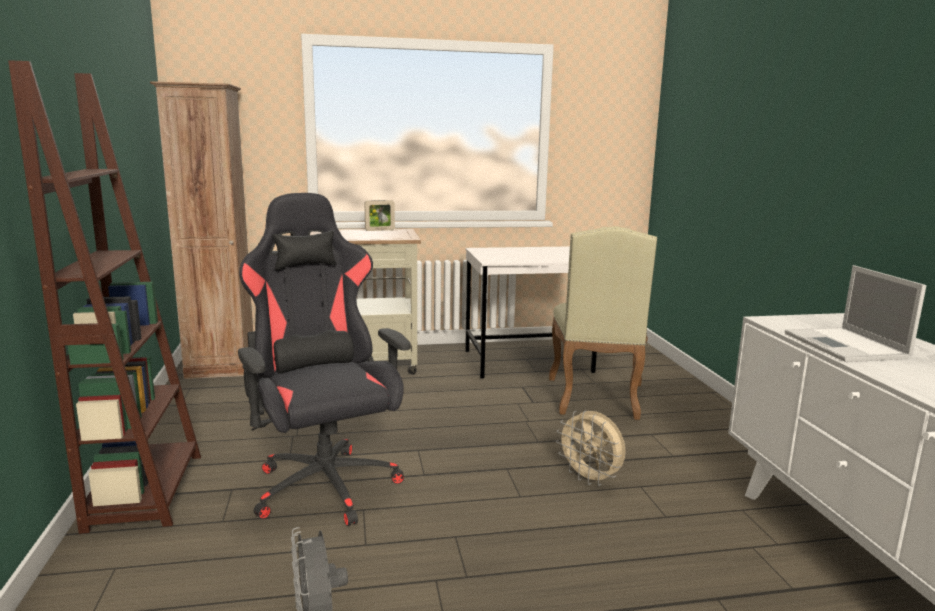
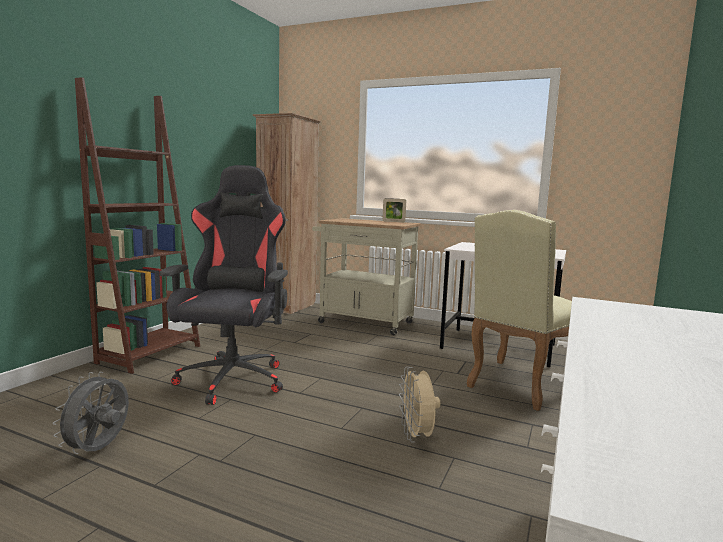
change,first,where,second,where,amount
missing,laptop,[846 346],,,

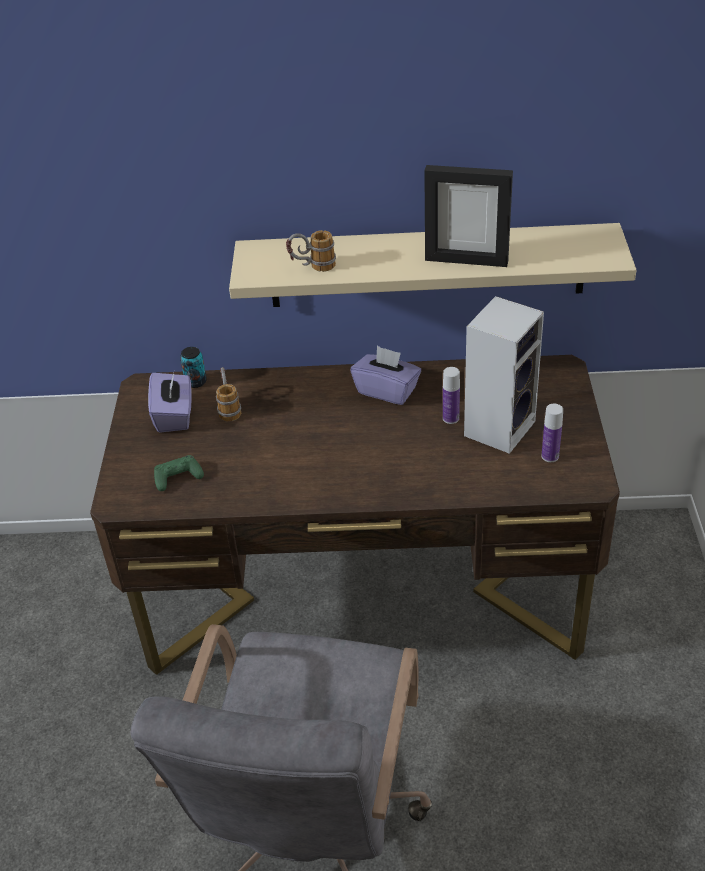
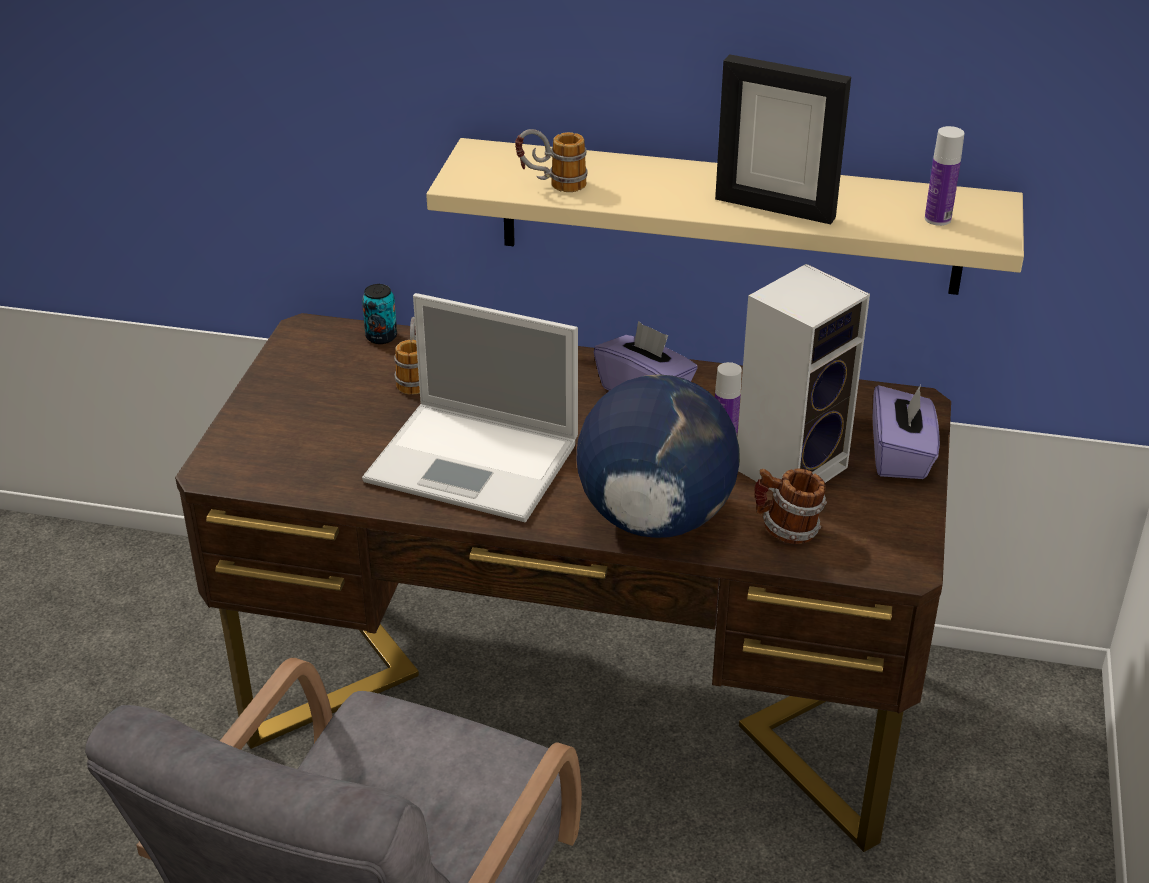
change,first,where,second,where,amount
relocated,purple-coloured_tissue_box,[174 415],,[900 456],
missing,greenish_joypad,[178 477],,,
relocated,beverage_bottle,[550 456],,[937 219],
appeared,,,laptop,[476 462],
appeared,,,globe,[654 518],
appeared,,,mug,[787 530],

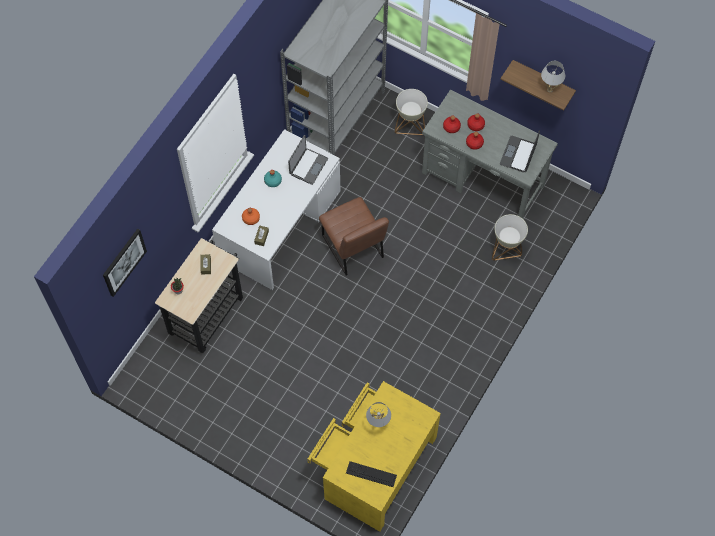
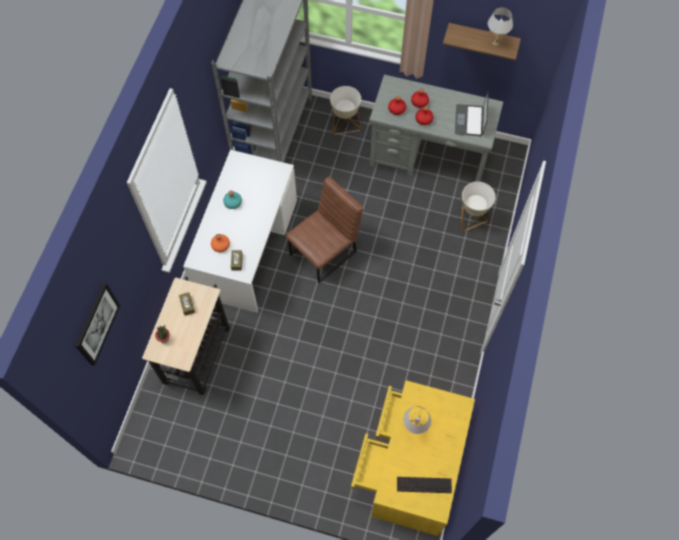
change,first,where,second,where,amount
missing,laptop,[308 166],,,
spun,brown_upright_chair,[353 247],,[325 252],90 degrees counterclockwise

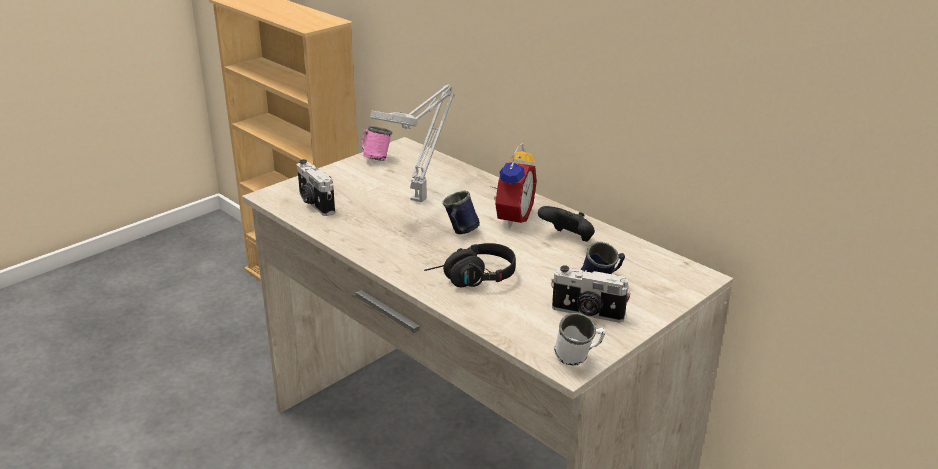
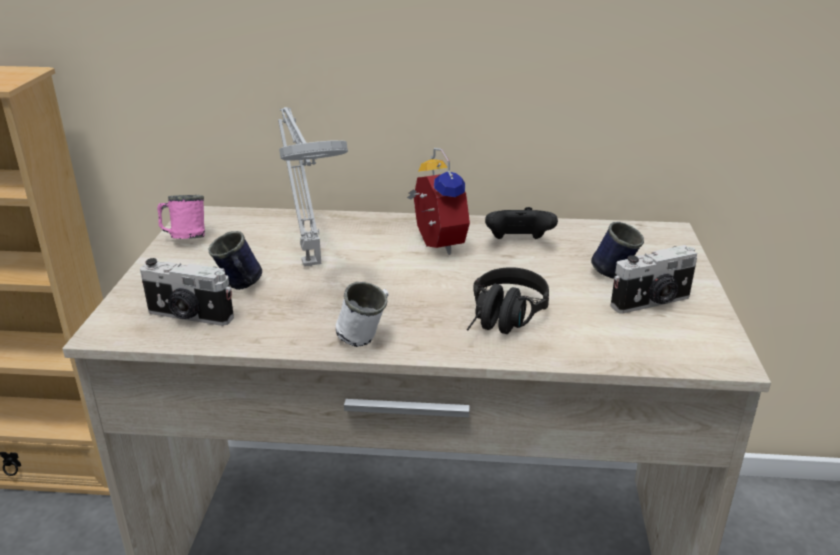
change,first,where,second,where,amount
relocated,blue_mug,[460 233],,[240 287],
relocated,whitish_mug,[578 360],,[366 337],

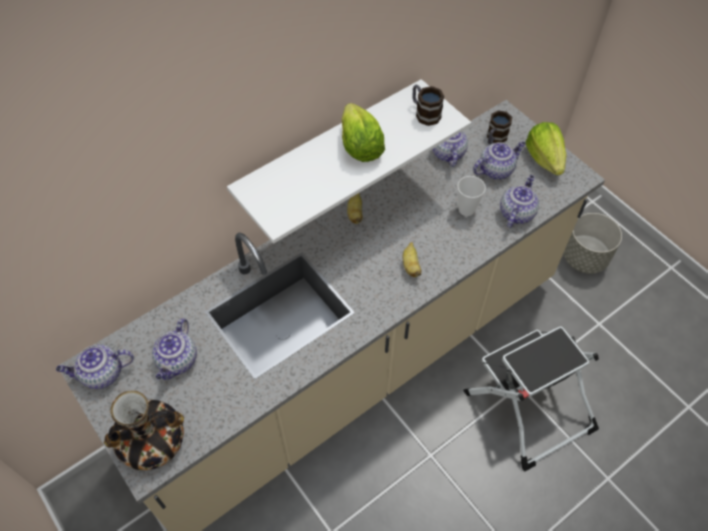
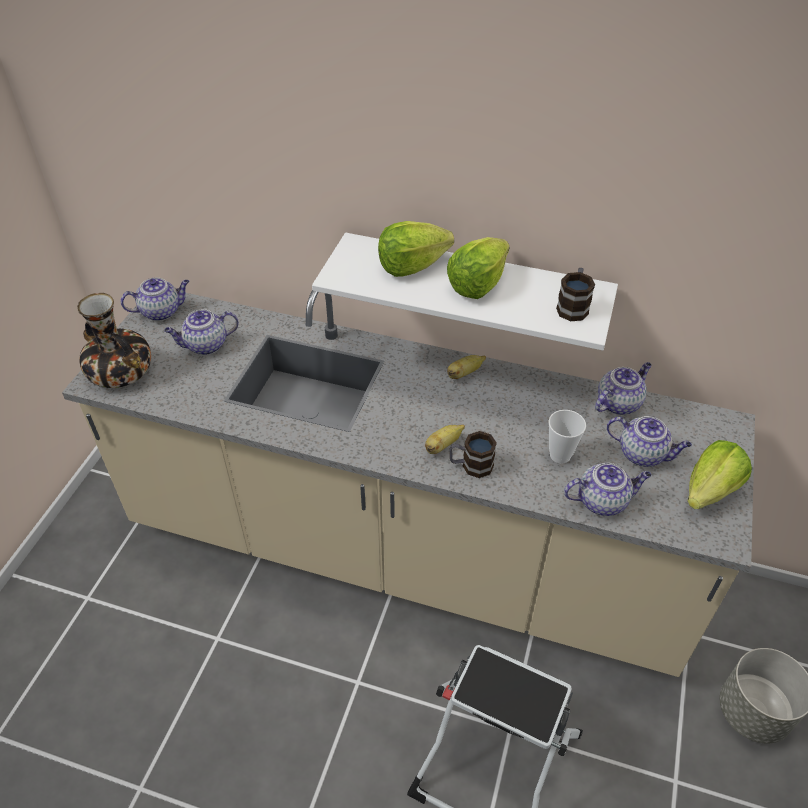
change,first,where,second,where,amount
spun,teapot,[101 374],,[161 311],120 degrees clockwise
relocated,mug,[494 138],,[471 465],
appeared,,,lettuce_head,[411 266],

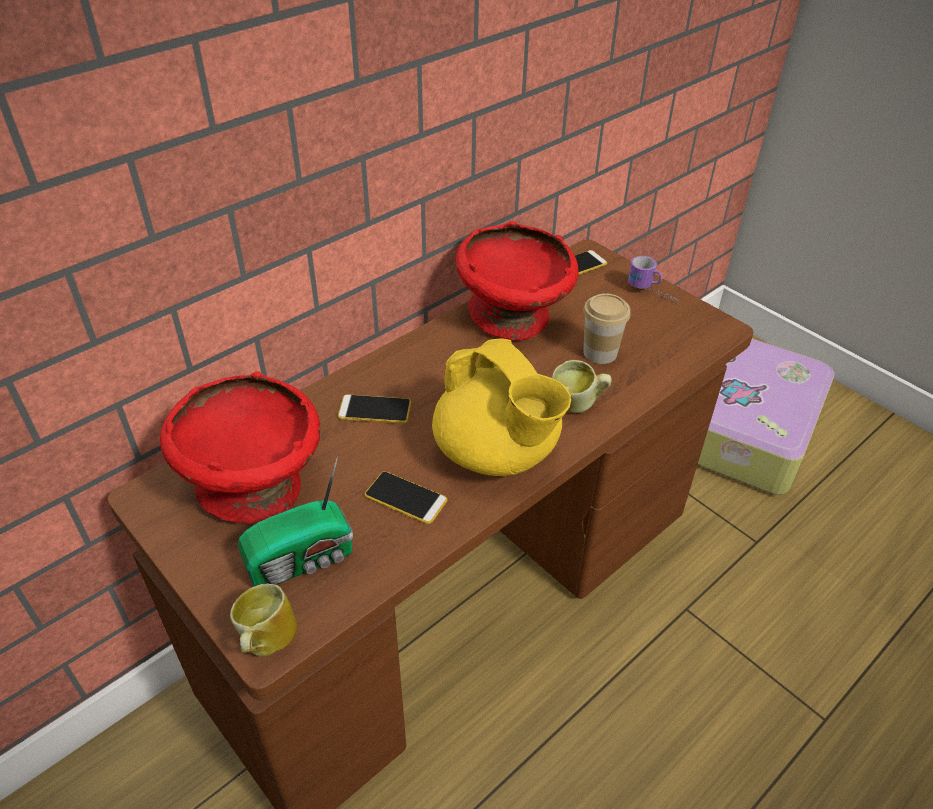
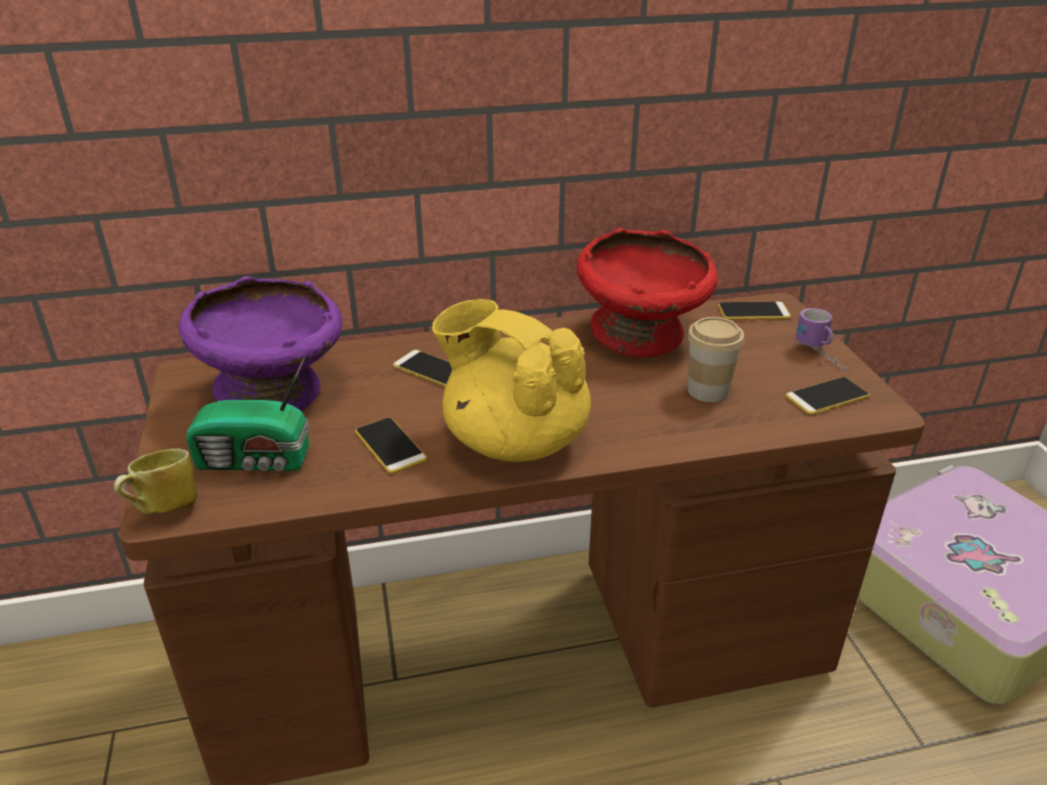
change,first,where,second,where,amount
colour,red_bowl,[256 484],purple-coloured_bowl,[276 392],
spun,yellow-coloured_teapot,[497 453],,[514 440],135 degrees clockwise
missing,mug,[577 406],,,
appeared,,,handset,[826 397],

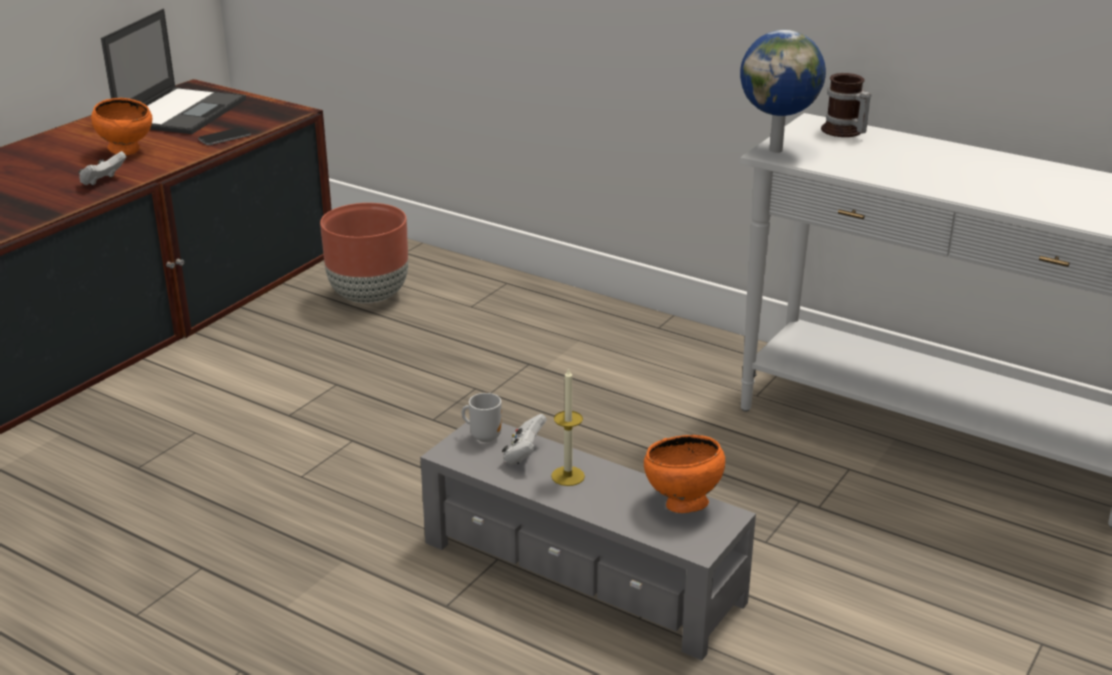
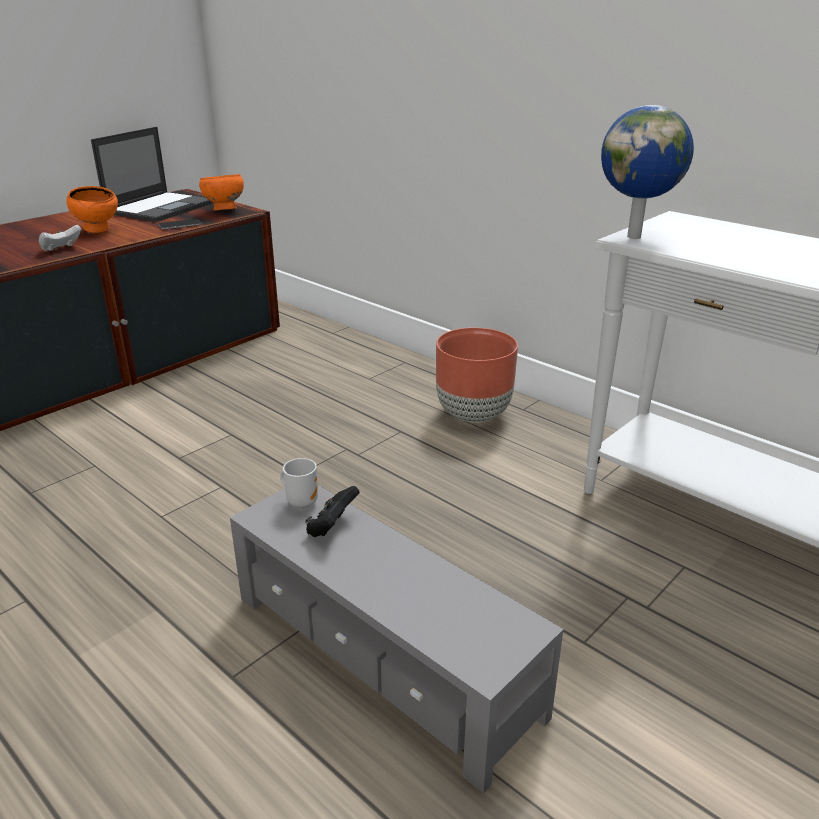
change,first,where,second,where,amount
relocated,brown_plant_pot,[370 296],,[474 415],
colour,whitish_joypad,[524 455],blackish_joypad,[332 527],
missing,candle,[568 476],,,
relocated,orange-coloured_bowl,[681 504],,[224 211],
missing,mug,[843 132],,,

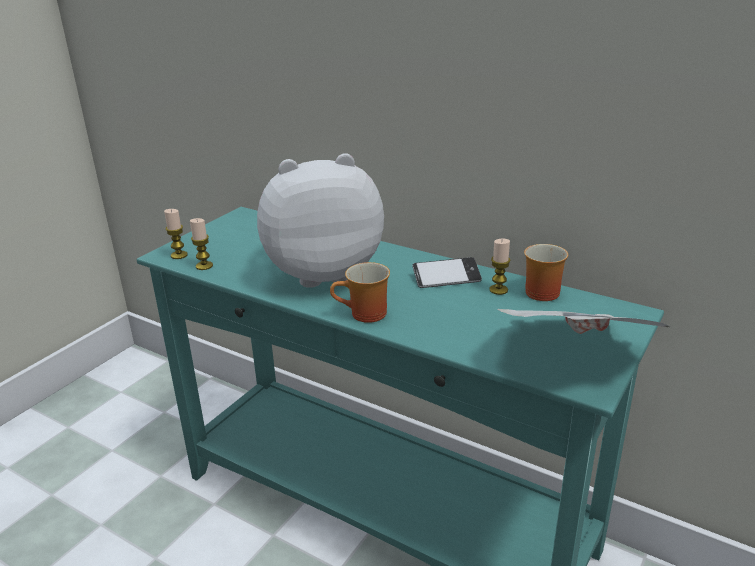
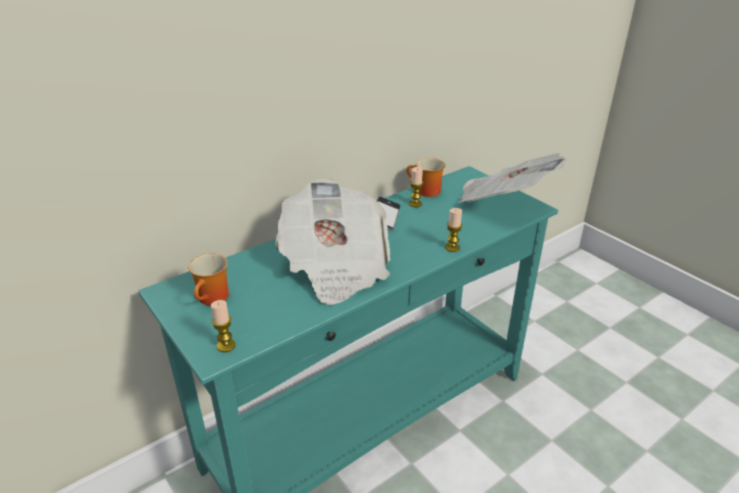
change,first,where,second,where,amount
relocated,candle,[204 266],,[452 247],
exchanged,soft_toy,[322 272],daily_paper,[335 267],
relocated,mug,[365 315],,[214 299],

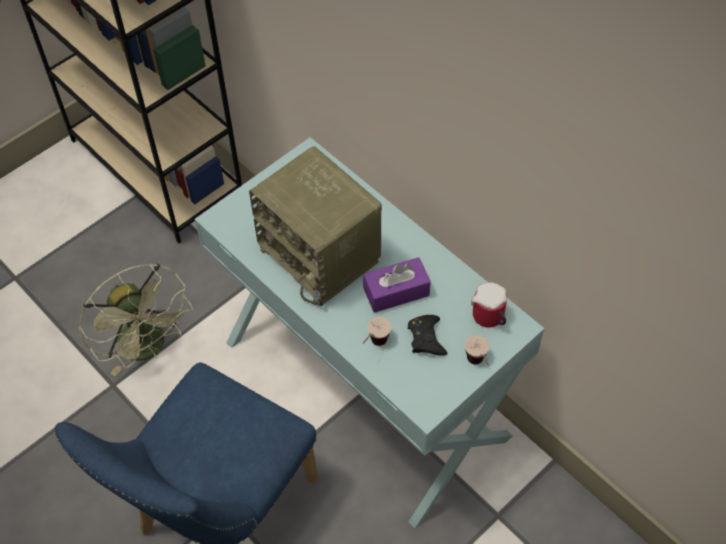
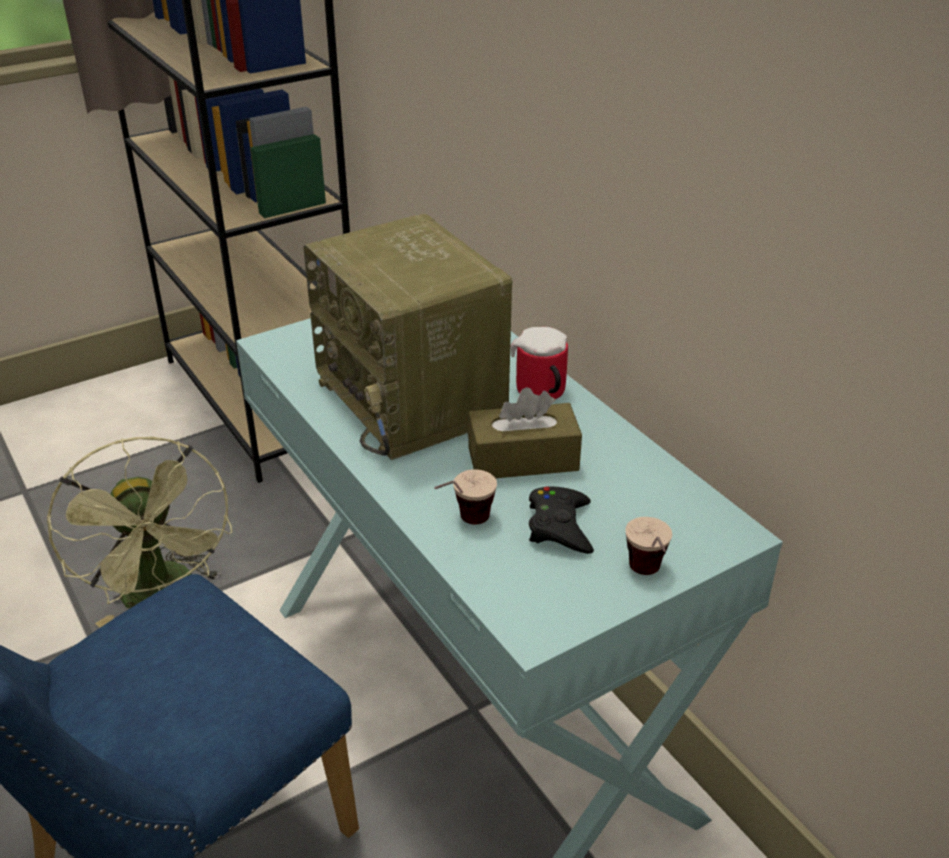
change,first,where,second,where,amount
colour,purple-coloured_tissue_box,[396 292],brown_tissue_box,[523 459],
relocated,mug,[489 319],,[541 394],

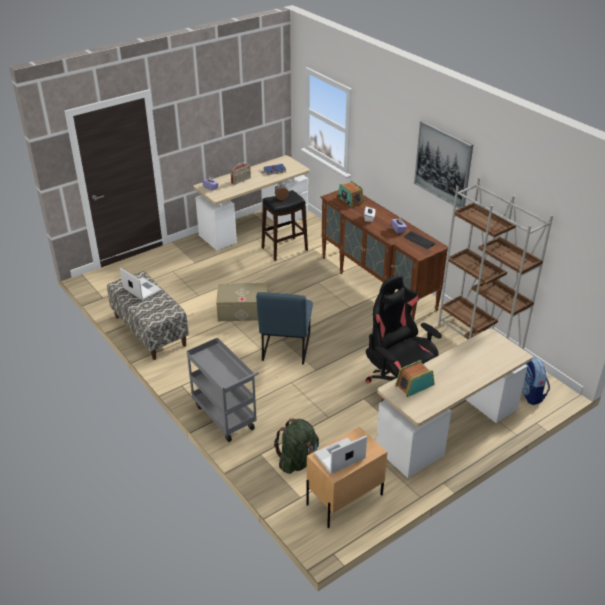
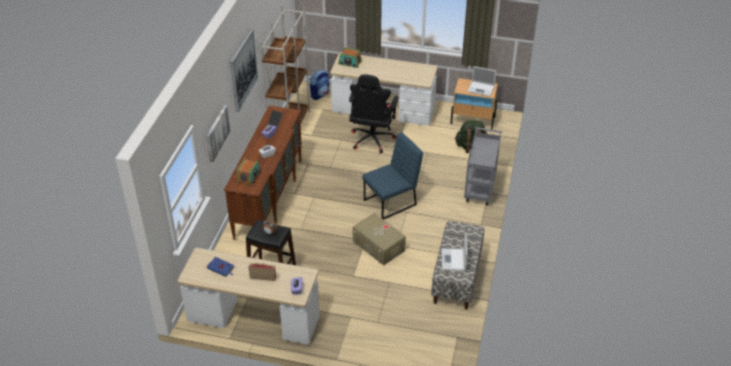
change,first,where,second,where,amount
relocated,radio_set,[414 385],,[350 63],
appeared,,,wall_art,[217 133],

